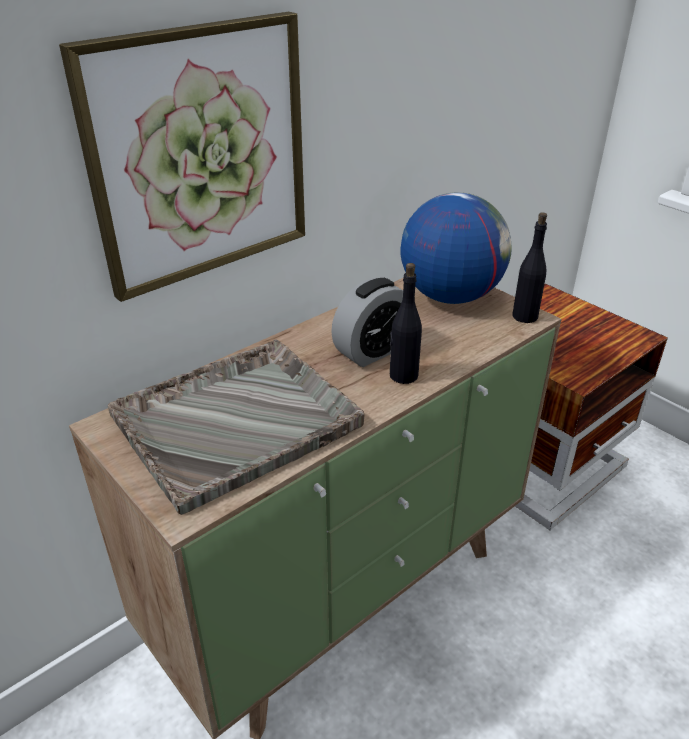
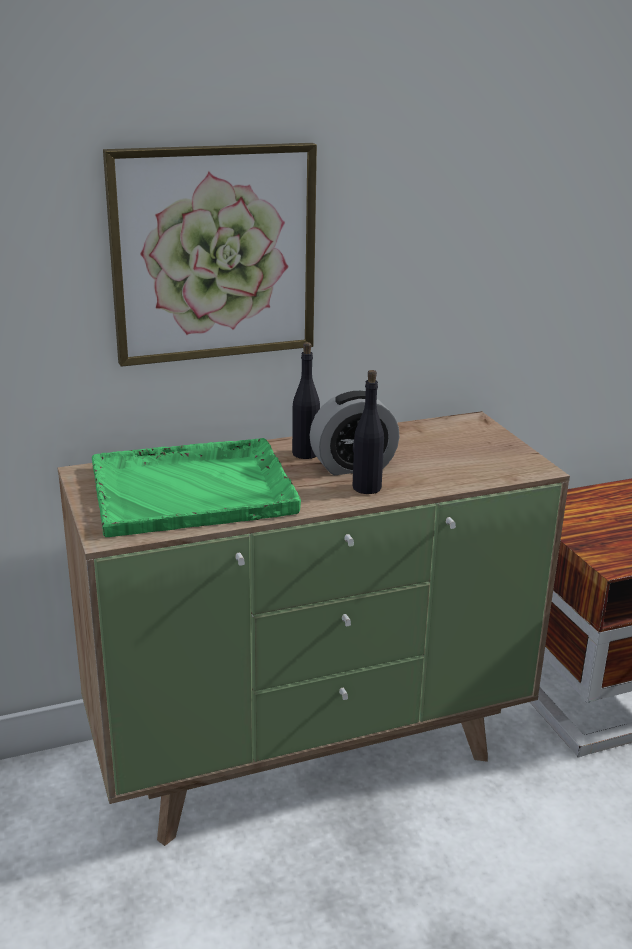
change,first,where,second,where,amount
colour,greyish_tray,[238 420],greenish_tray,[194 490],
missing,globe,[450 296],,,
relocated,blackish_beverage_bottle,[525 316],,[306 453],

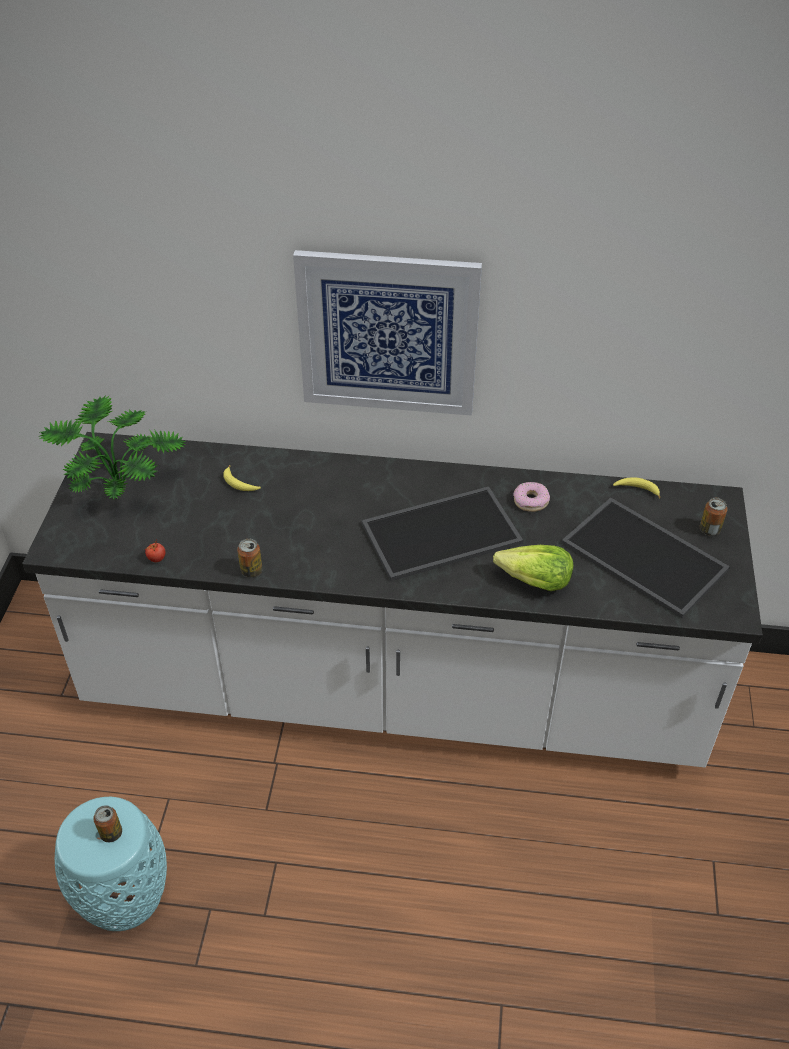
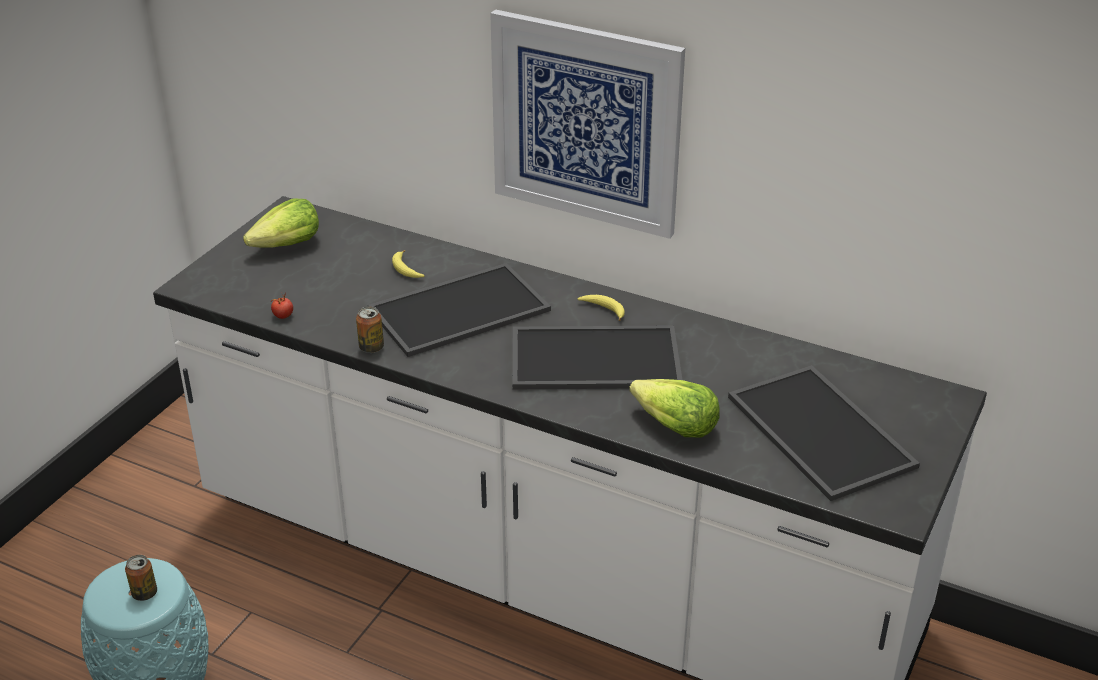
change,first,where,second,where,amount
exchanged,potted_plant,[120 483],lettuce_head,[287 245],
missing,doughnut,[531 501],,,
relocated,banana_fruit,[637 489],,[603 310],
missing,can,[709 530],,,
appeared,,,tray,[459 308],

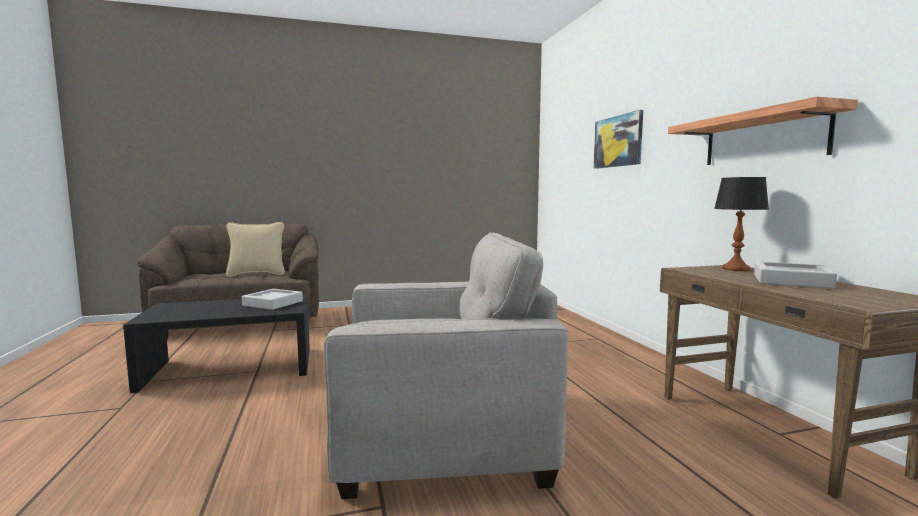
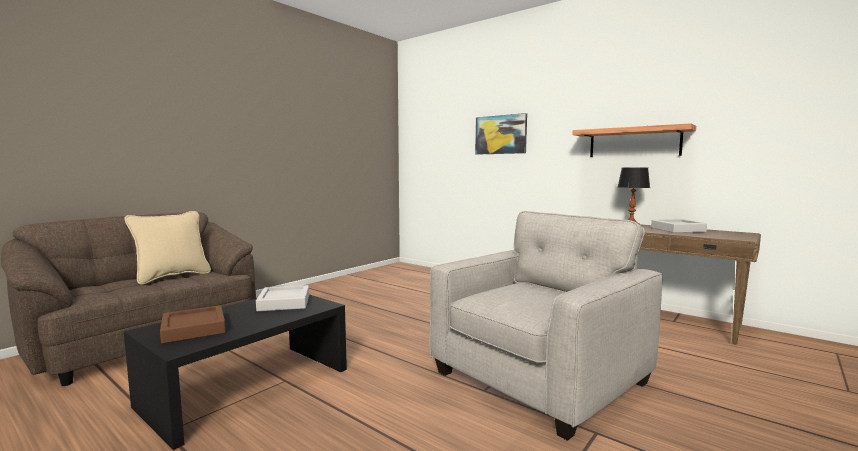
change,first,where,second,where,amount
appeared,,,brown_tray,[194 329],

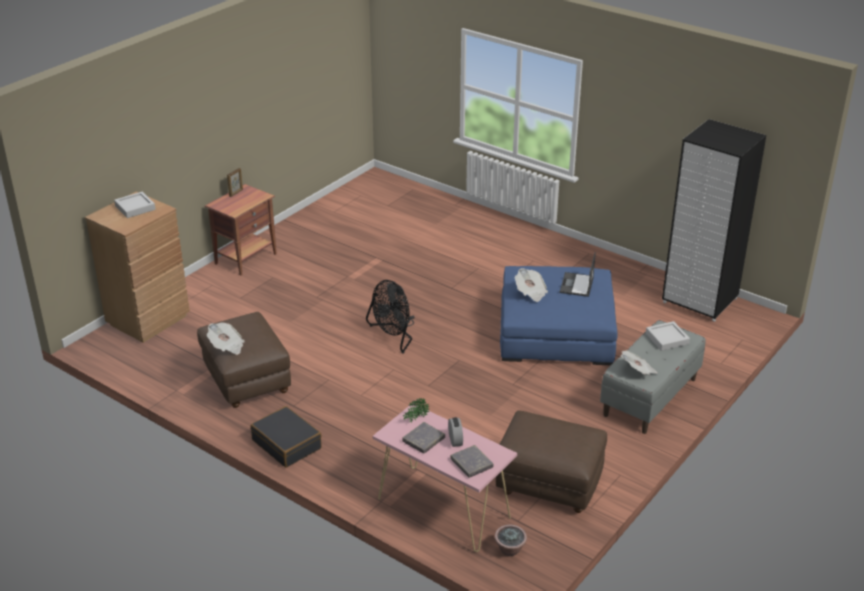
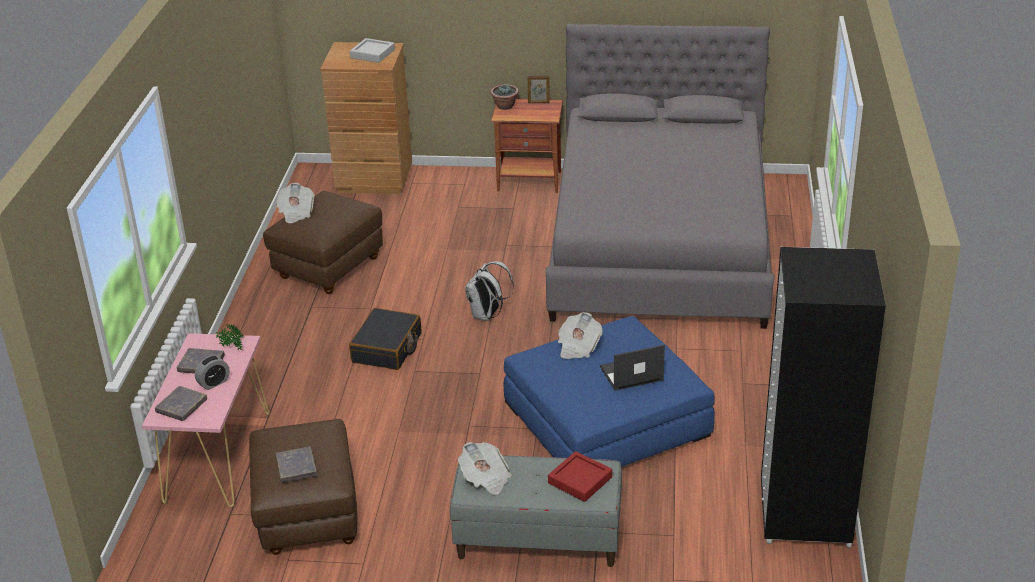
change,first,where,second,where,amount
relocated,blackish_suitcase,[287 444],,[387 348],
exchanged,blackish_fan,[395 334],whitish_backpack,[487 315],
relocated,potted_plant,[510 550],,[505 106],
colour,greyish_tray,[667 339],red_tray,[580 480],
appeared,,,greyish_bound_book,[296 467],
appeared,,,greyish_bedroom_bed,[660 243],

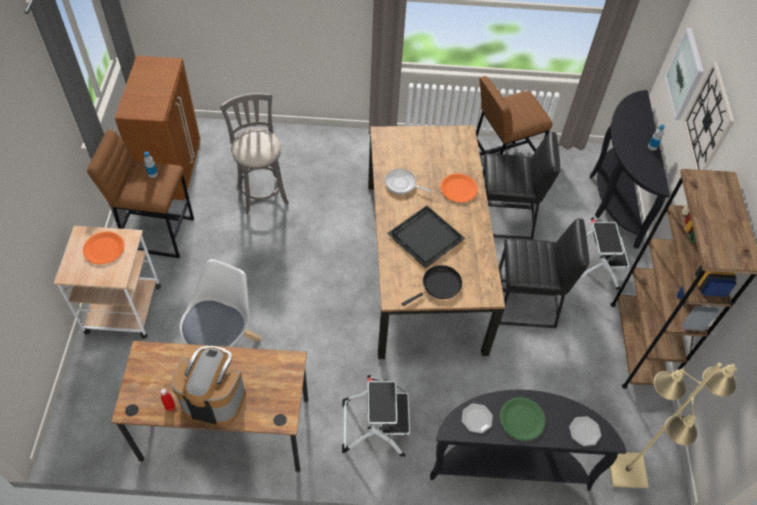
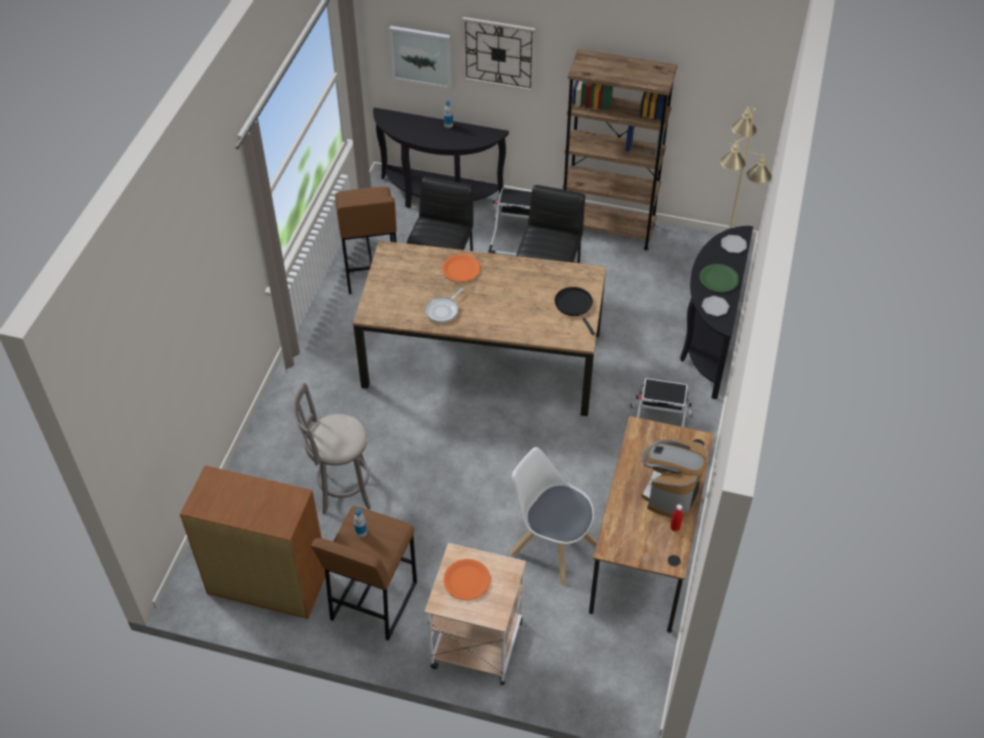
change,first,where,second,where,amount
missing,blackish_tray,[424 237],,,

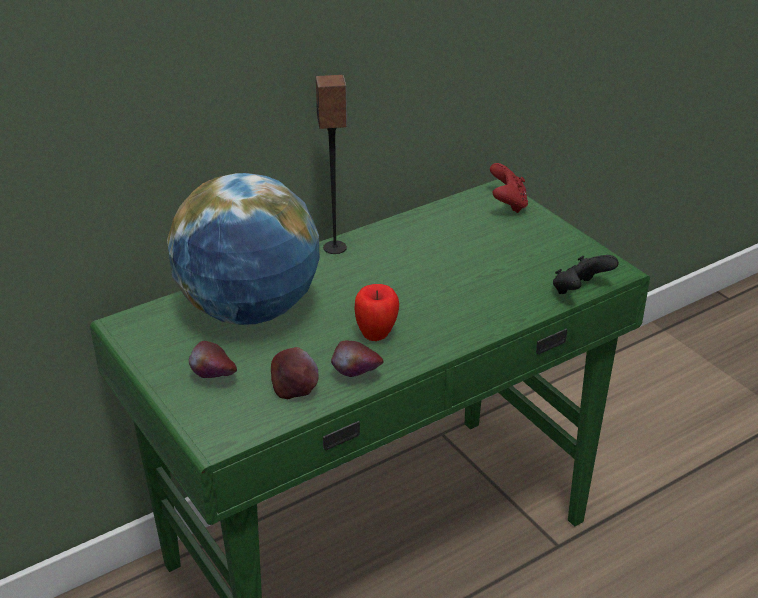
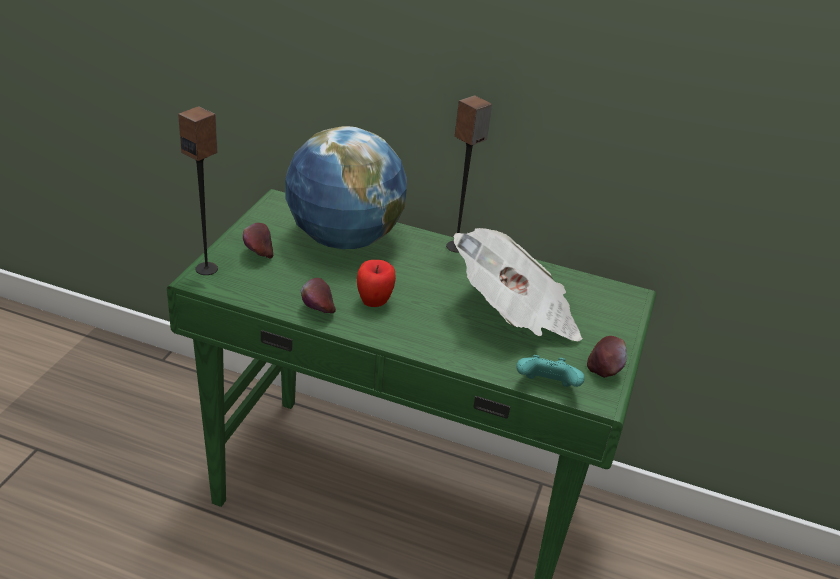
change,first,where,second,where,amount
relocated,whole_apple,[295 389],,[603 370],
missing,red_joypad,[507 204],,,
colour,blackish_joypad,[579 291],blue-green_joypad,[546 387],
appeared,,,loudspeaker,[207 268],
appeared,,,daily_paper,[515 315],

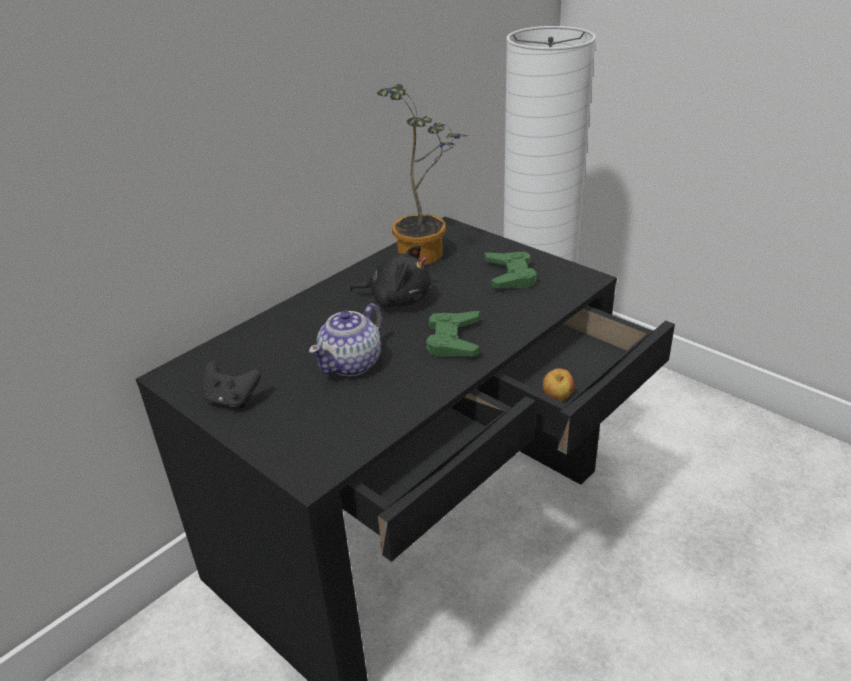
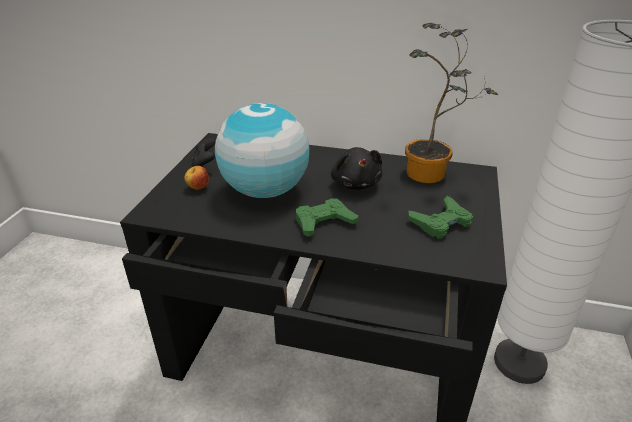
change,first,where,second,where,amount
exchanged,teapot,[352 363],globe,[265 191],
relocated,whole_apple,[557 398],,[198 188],

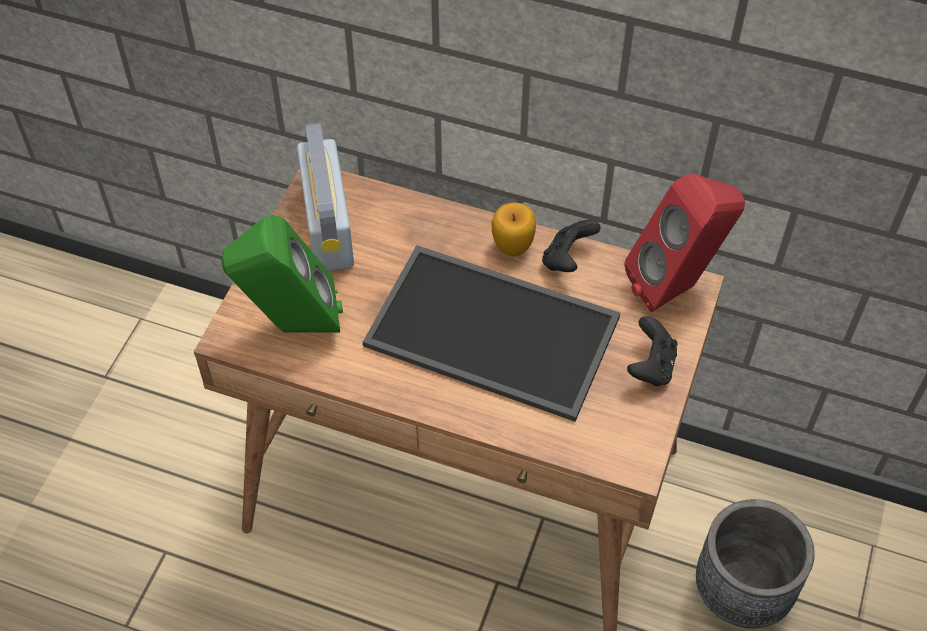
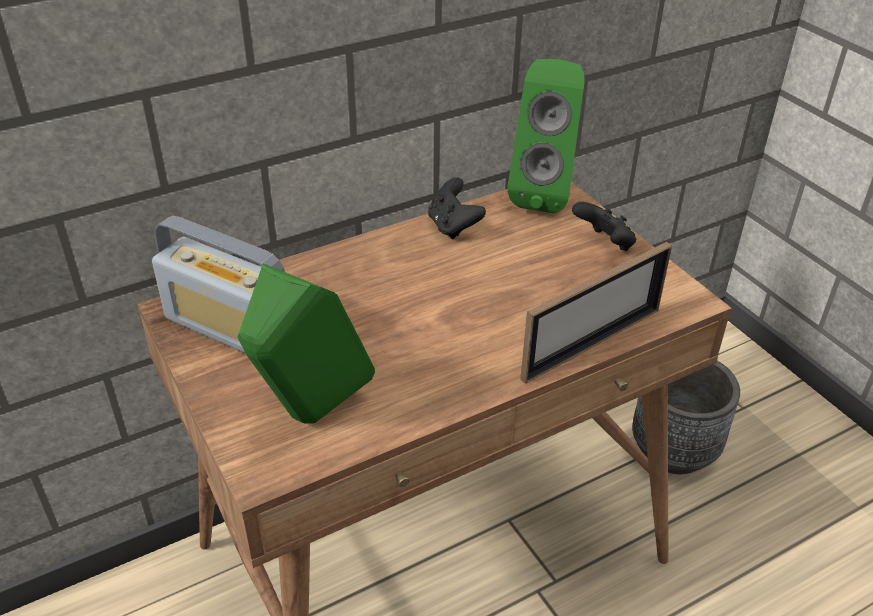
change,first,where,second,where,amount
missing,tray,[496 329],,,
missing,whole_apple,[512 246],,,
colour,red_loudspeaker,[677 286],greenish_loudspeaker,[544 194],
appeared,,,photo_frame,[592 343],

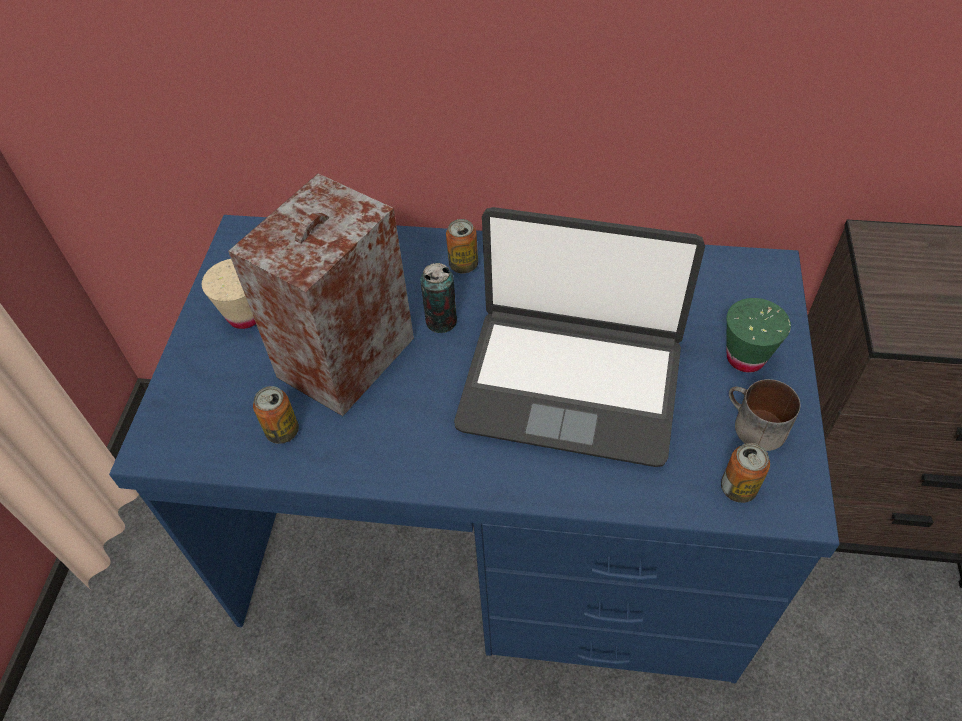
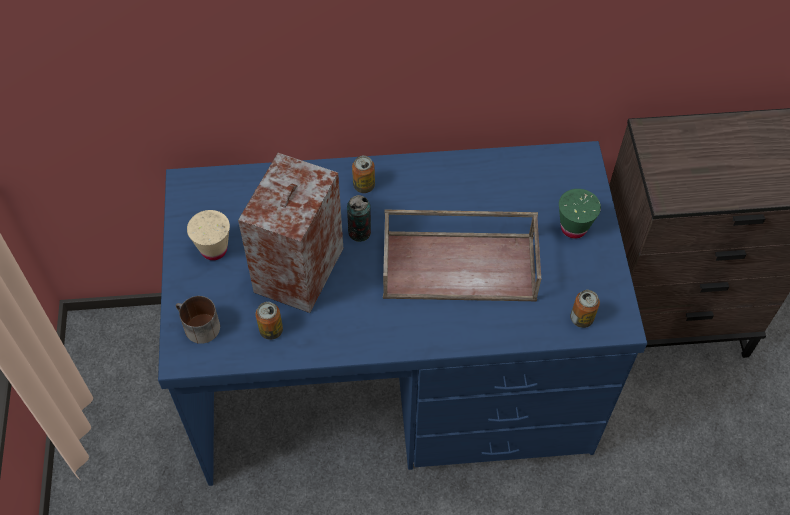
change,first,where,second,where,amount
exchanged,laptop,[571 384],brown_tray,[460 265],
relocated,mug,[753 426],,[197 327],

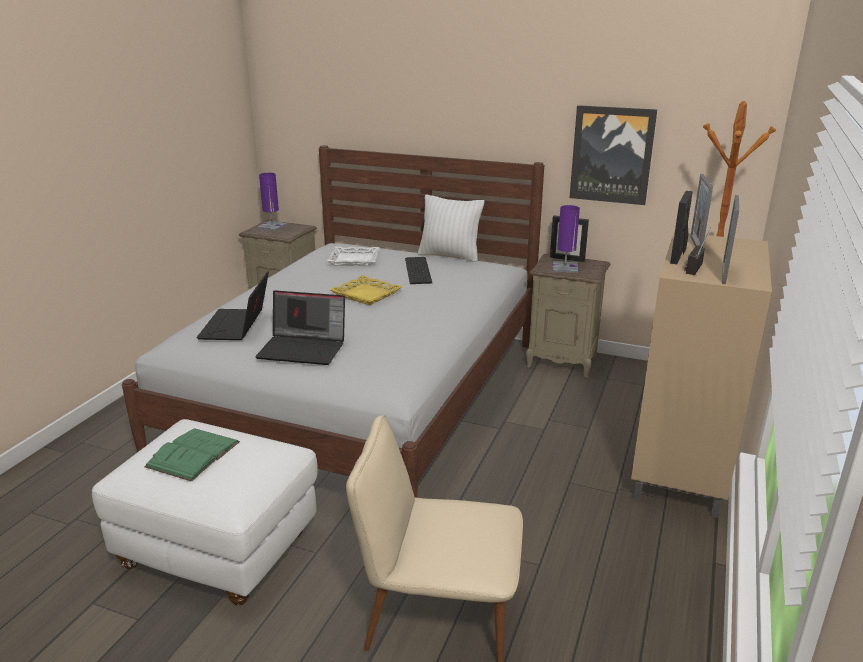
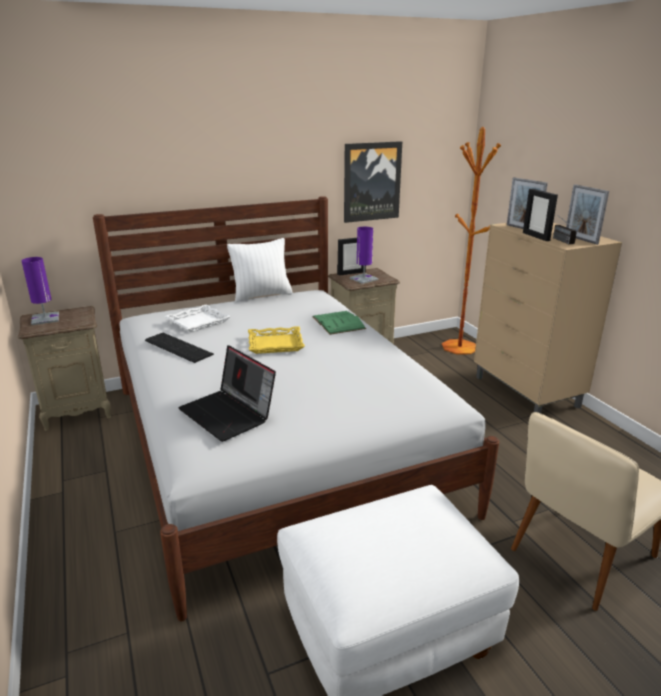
change,first,where,second,where,amount
relocated,greenish_bound_book,[193 454],,[338 323],
missing,laptop,[304 349],,,
relocated,keyboard,[419 270],,[179 346],

